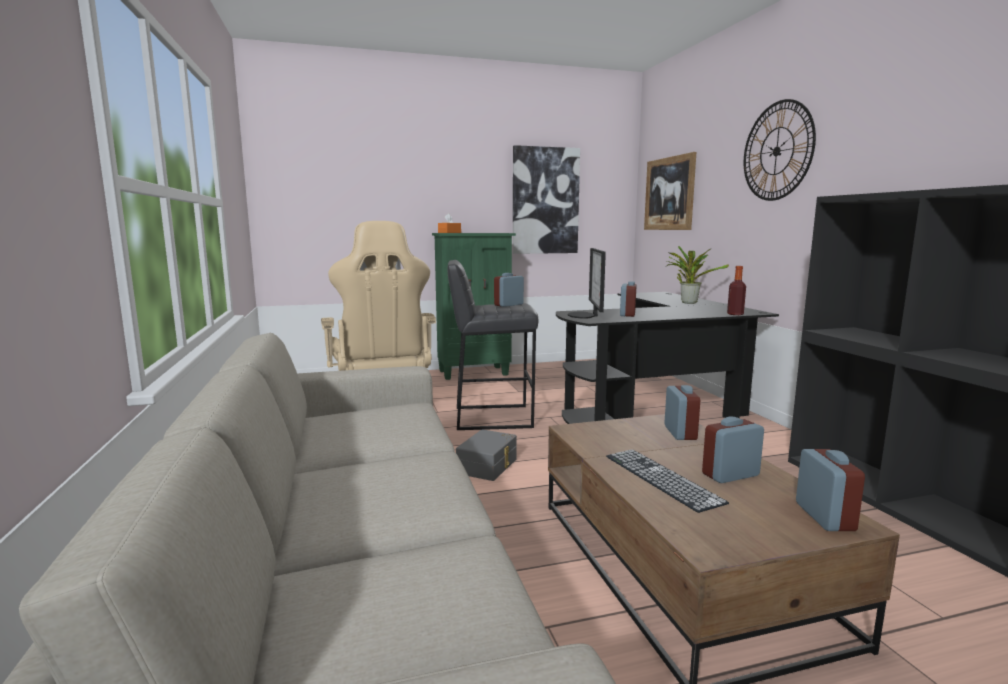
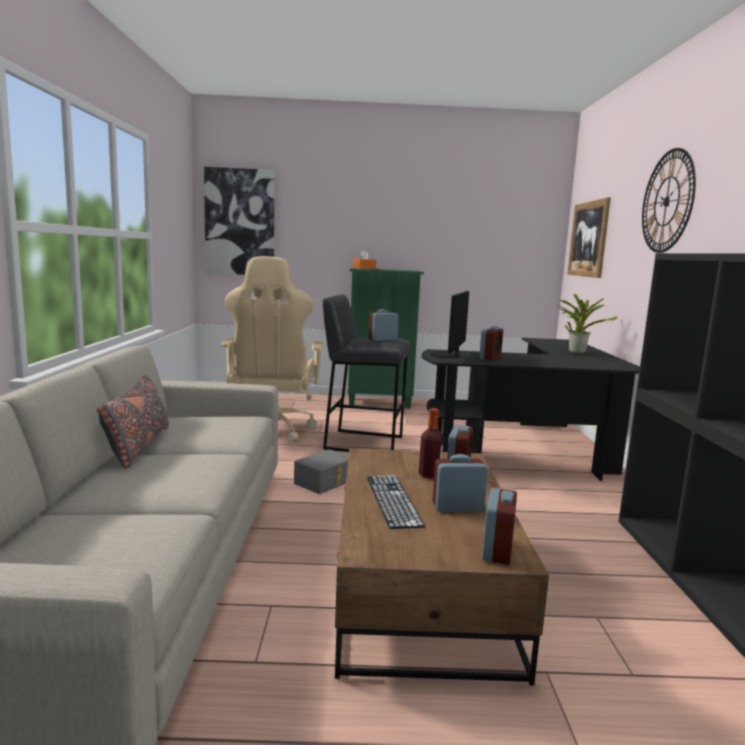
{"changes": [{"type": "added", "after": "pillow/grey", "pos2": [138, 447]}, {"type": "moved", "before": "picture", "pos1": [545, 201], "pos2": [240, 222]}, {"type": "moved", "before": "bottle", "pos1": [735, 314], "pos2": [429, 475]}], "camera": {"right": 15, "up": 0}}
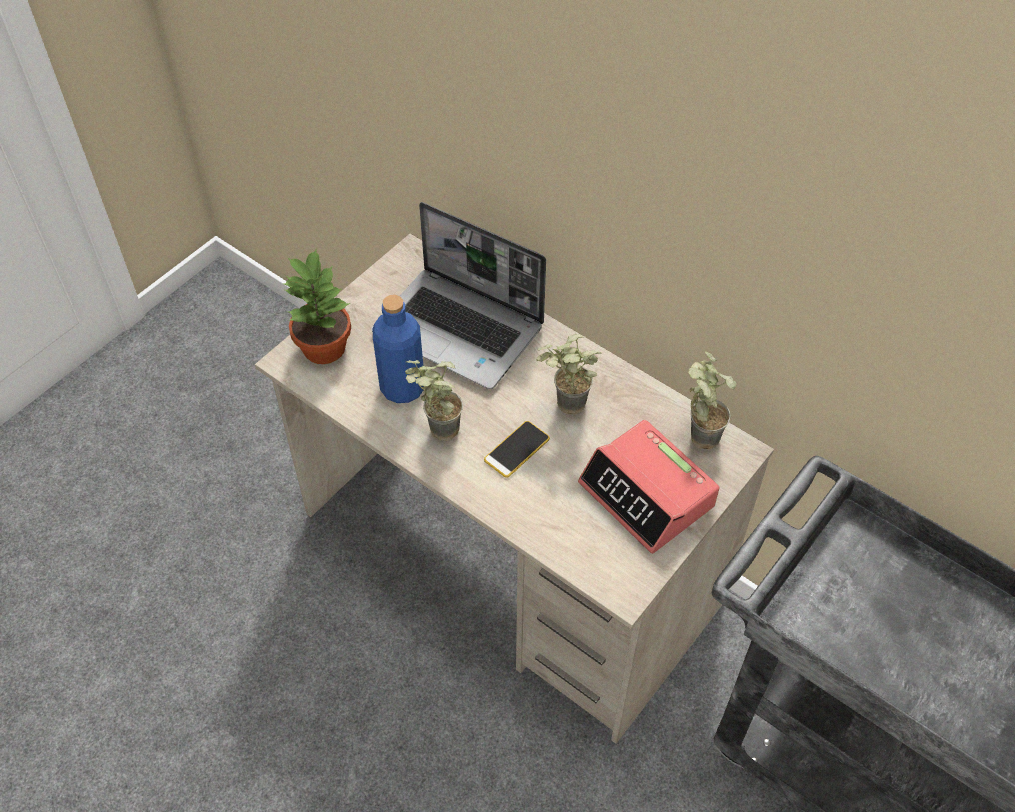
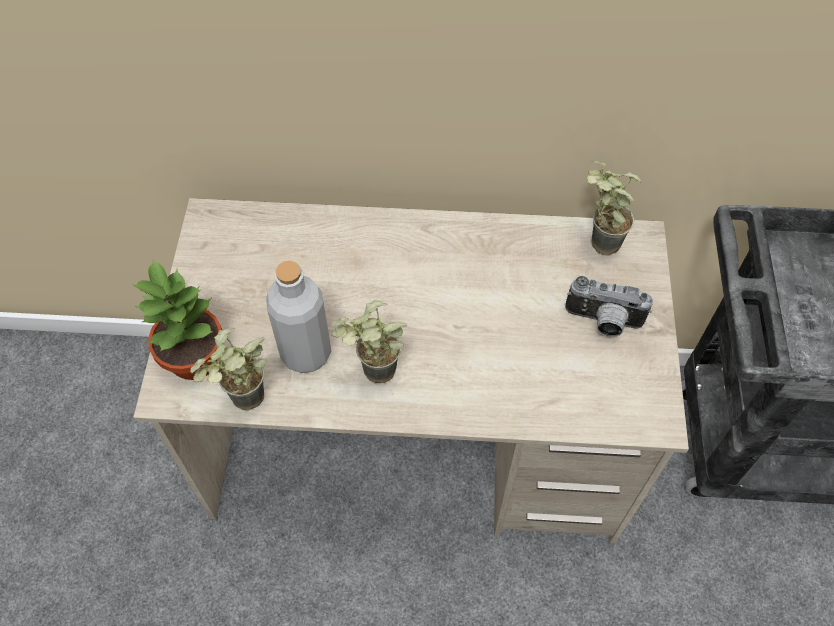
{"changes": [{"type": "moved", "before": "potted plant", "pos1": [564, 408], "pos2": [244, 405]}, {"type": "recoloured", "before": "bottle/blue", "after": "bottle/grey", "pos1": [402, 387], "pos2": [306, 352]}, {"type": "replaced", "before": "alarm clock", "after": "photo camera", "pos1": [647, 495], "pos2": [603, 322]}, {"type": "removed", "before": "laptop", "pos1": [461, 329]}, {"type": "removed", "before": "phone", "pos1": [517, 449]}], "camera": {"right": -35, "up": 5}}
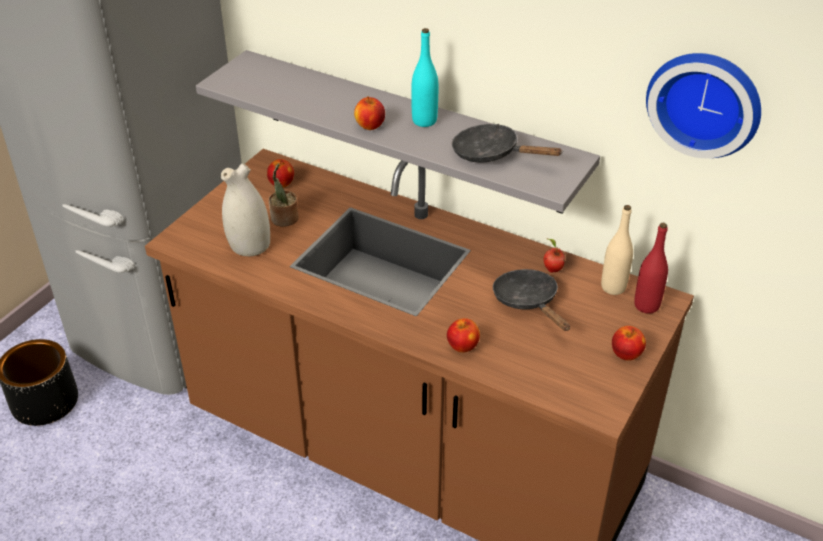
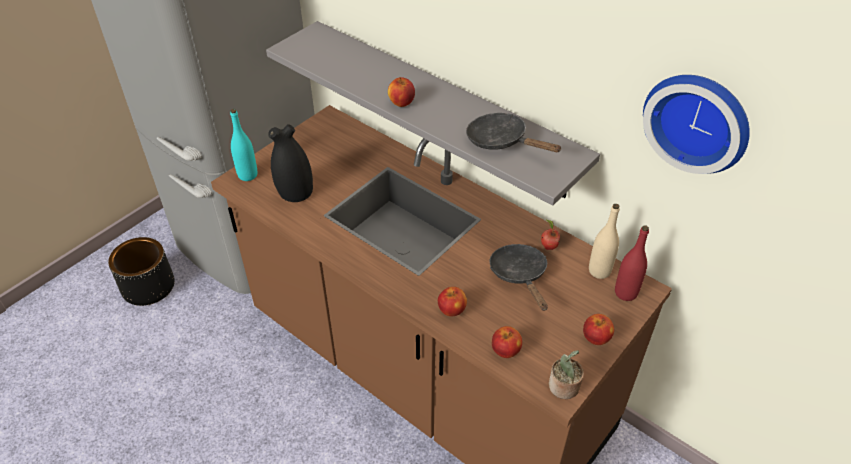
{"changes": [{"type": "moved", "before": "bottle/turquoise", "pos1": [424, 121], "pos2": [247, 175]}, {"type": "recoloured", "before": "vase/white", "after": "vase/black", "pos1": [249, 246], "pos2": [295, 192]}, {"type": "moved", "before": "apple", "pos1": [281, 184], "pos2": [505, 351]}, {"type": "moved", "before": "potted plant", "pos1": [284, 219], "pos2": [563, 388]}], "camera": {"right": 10, "up": 5}}
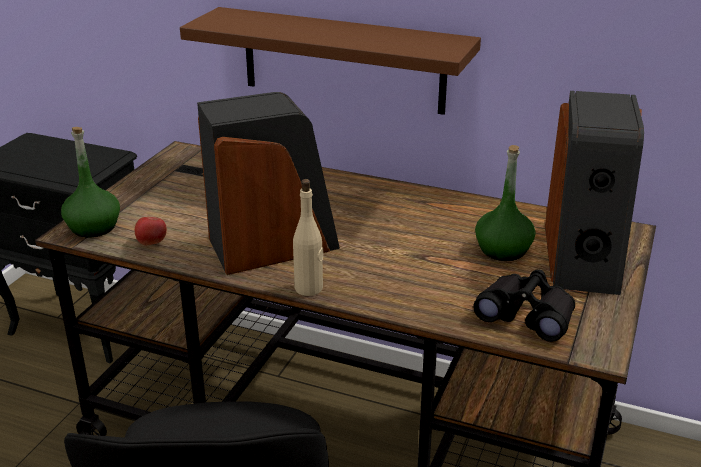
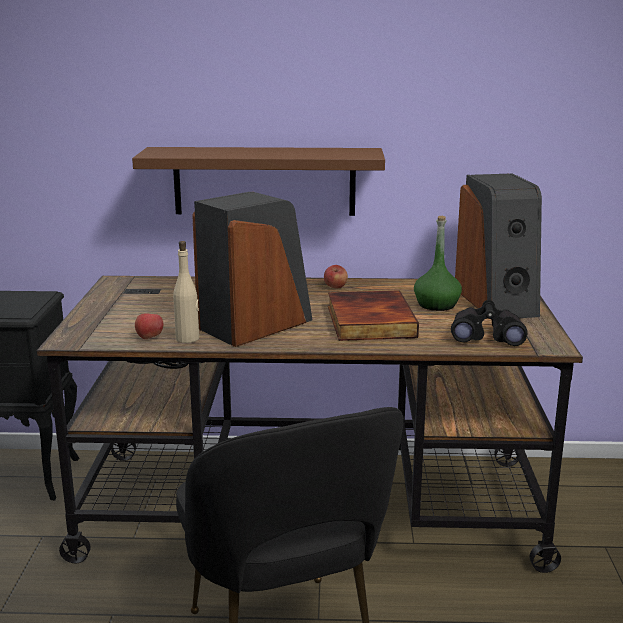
{"changes": [{"type": "moved", "before": "bottle/beige", "pos1": [309, 288], "pos2": [188, 339]}, {"type": "added", "after": "apple", "pos2": [335, 287]}, {"type": "added", "after": "book", "pos2": [368, 321]}, {"type": "removed", "before": "bottle/green", "pos1": [94, 227]}], "camera": {"right": -20, "up": -10}}
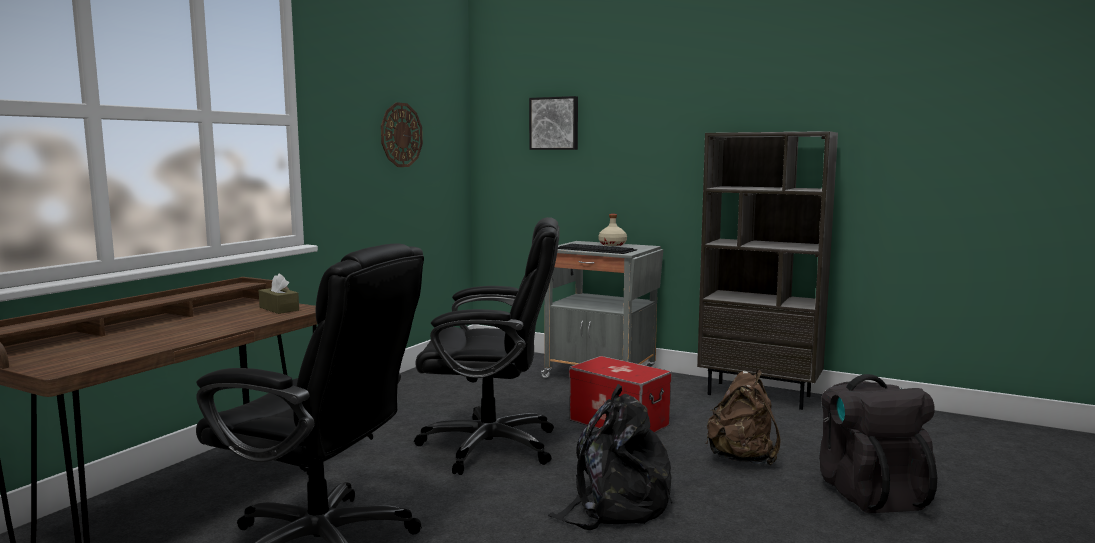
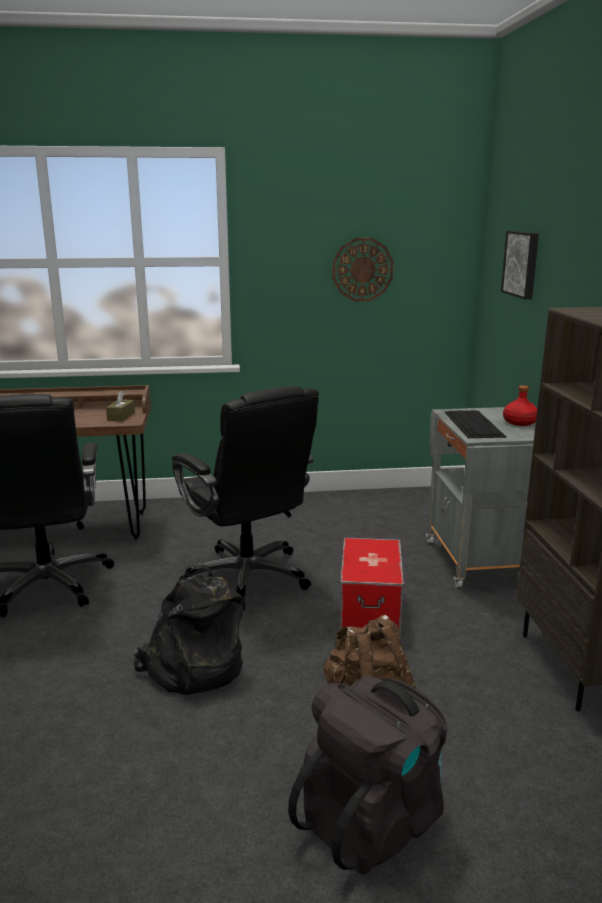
{"changes": [{"type": "recoloured", "before": "bottle/beige", "after": "bottle/red", "pos1": [612, 244], "pos2": [519, 422]}], "camera": {"right": 55, "up": 10}}
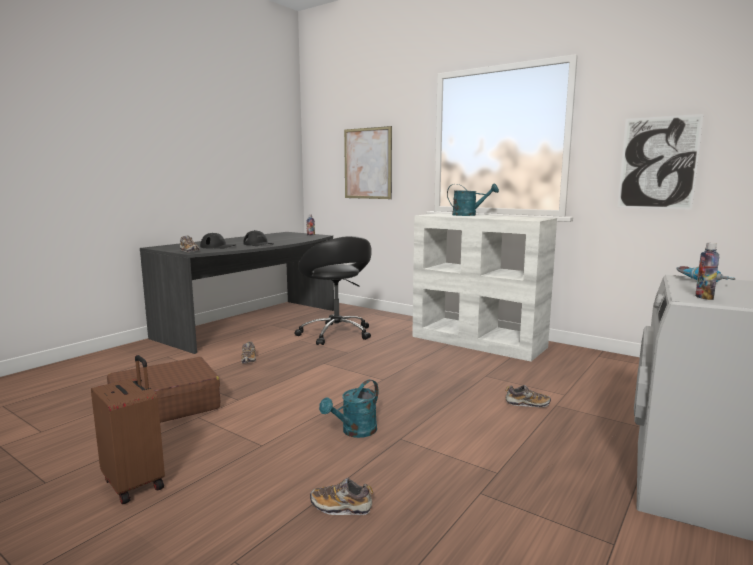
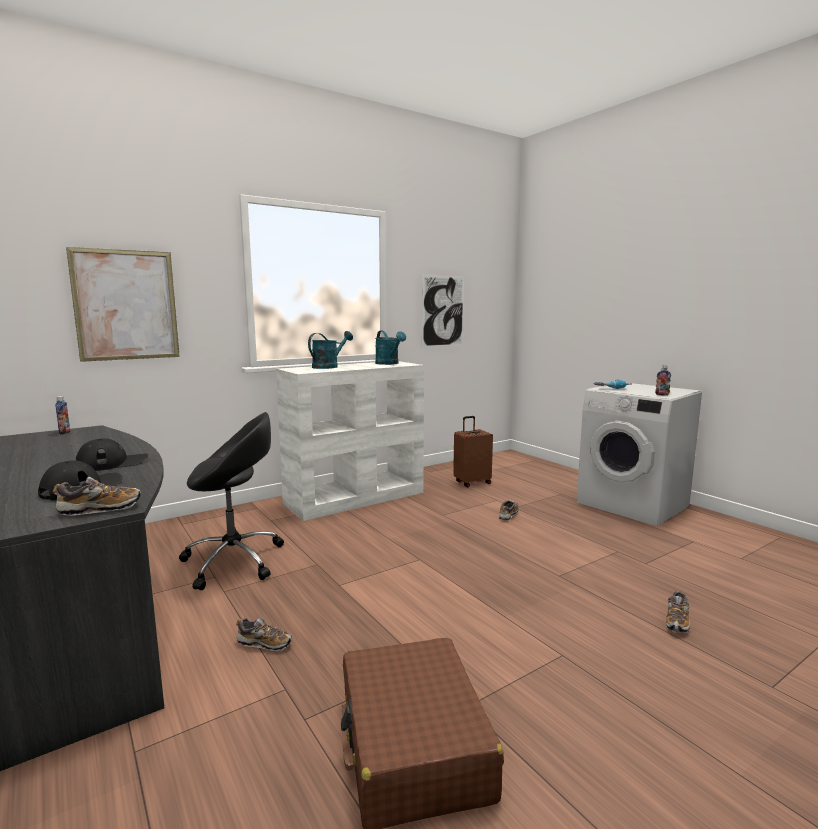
{"changes": [{"type": "moved", "before": "watering can/turquoise", "pos1": [355, 432], "pos2": [389, 363]}, {"type": "moved", "before": "suitcase/brown", "pos1": [135, 483], "pos2": [472, 482]}], "camera": {"right": -70, "up": 0}}
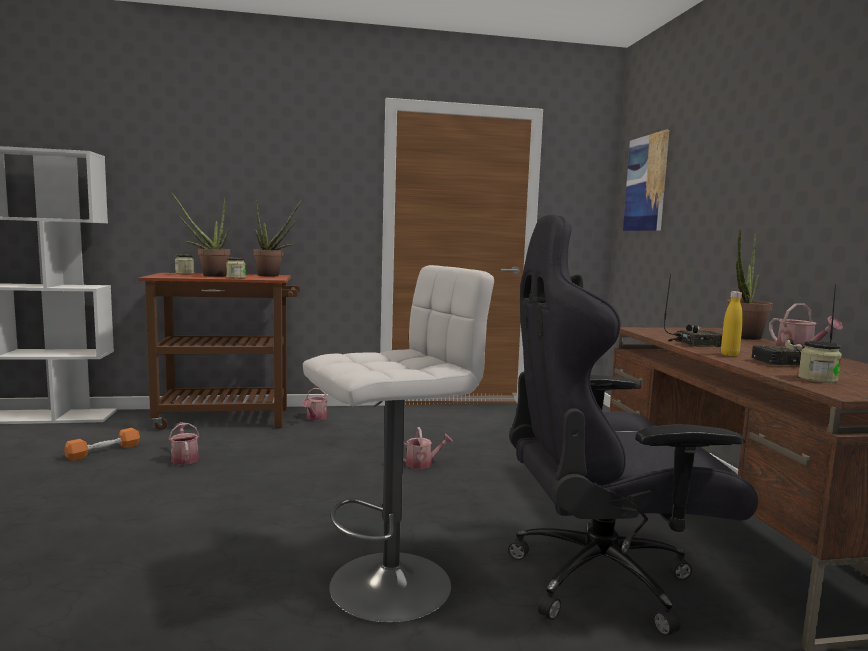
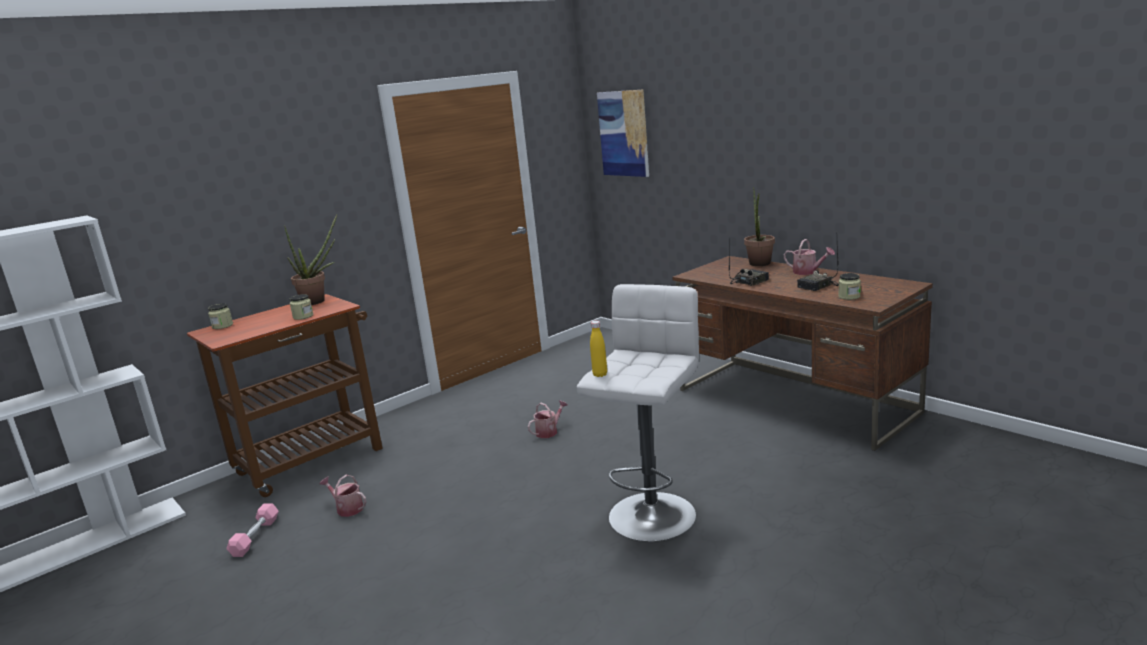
{"changes": [{"type": "recoloured", "before": "dumbbell/orange", "after": "dumbbell/pink", "pos1": [103, 451], "pos2": [255, 537]}, {"type": "moved", "before": "bottle/yellow", "pos1": [729, 355], "pos2": [600, 374]}, {"type": "removed", "before": "potted plant", "pos1": [209, 276]}, {"type": "removed", "before": "watering can", "pos1": [315, 418]}, {"type": "removed", "before": "office chair/black", "pos1": [610, 579]}], "camera": {"right": -30, "up": 10}}
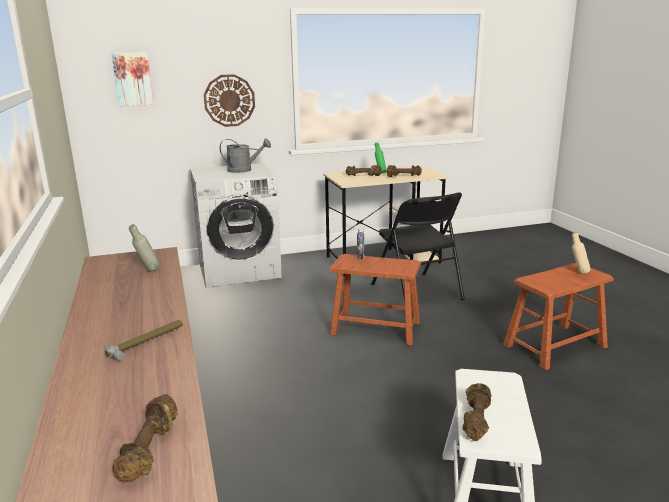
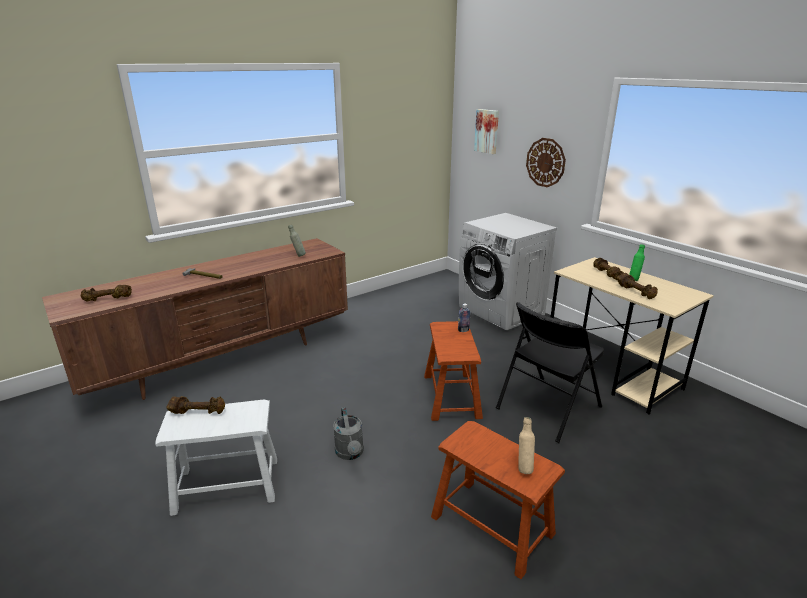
{"changes": [{"type": "moved", "before": "watering can/grey", "pos1": [244, 170], "pos2": [350, 453]}], "camera": {"right": 70, "up": 5}}
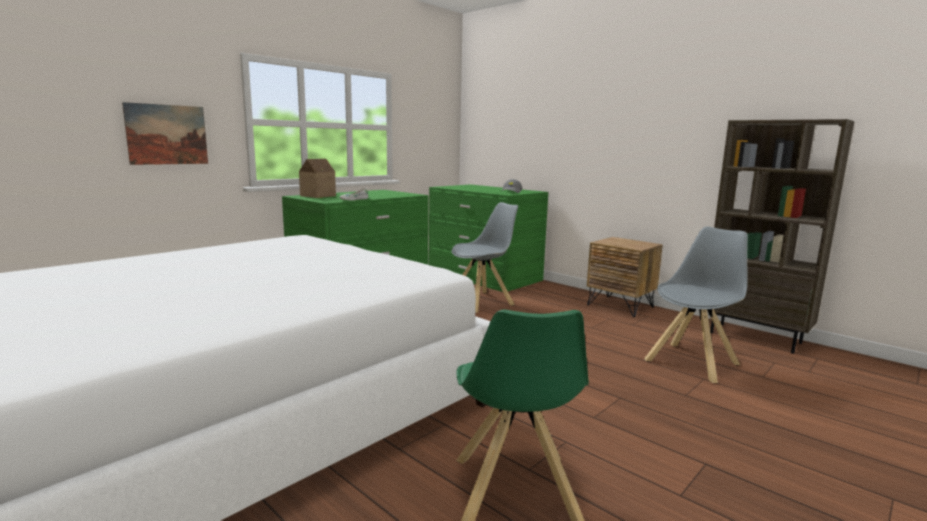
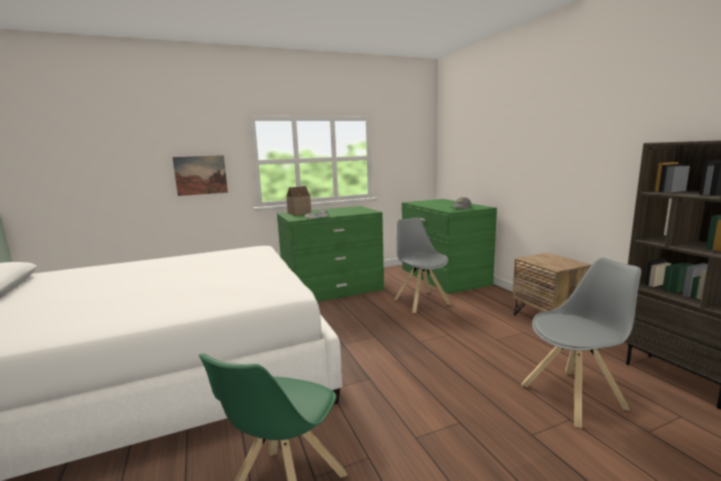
{"changes": [{"type": "turned", "before": "chair/grey", "pos1": [482, 301], "pos2": [420, 301], "turn": -105}], "camera": {"right": 25, "up": 0}}
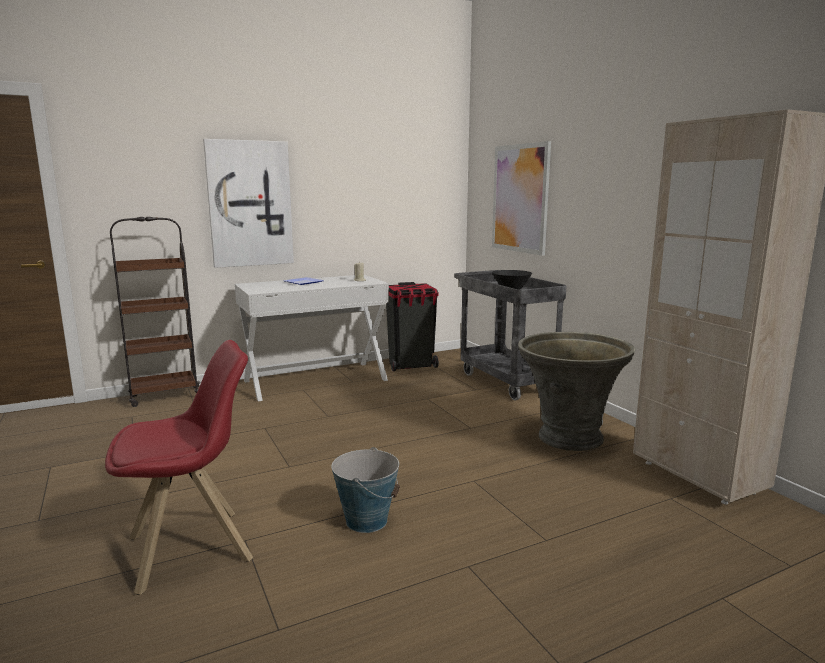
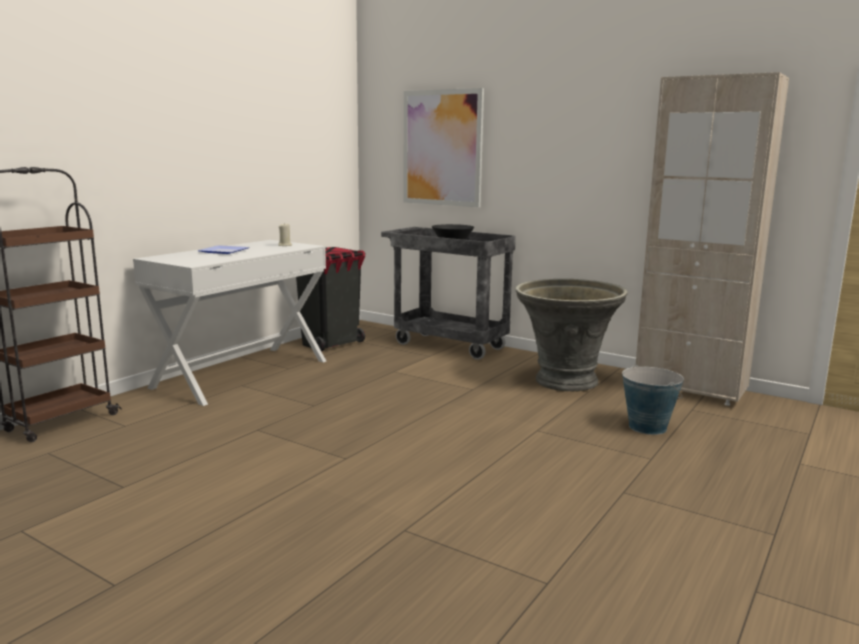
{"changes": [{"type": "moved", "before": "bucket", "pos1": [366, 520], "pos2": [647, 427]}, {"type": "removed", "before": "chair/red", "pos1": [191, 549]}, {"type": "removed", "before": "picture", "pos1": [250, 204]}], "camera": {"right": -30, "up": 0}}
